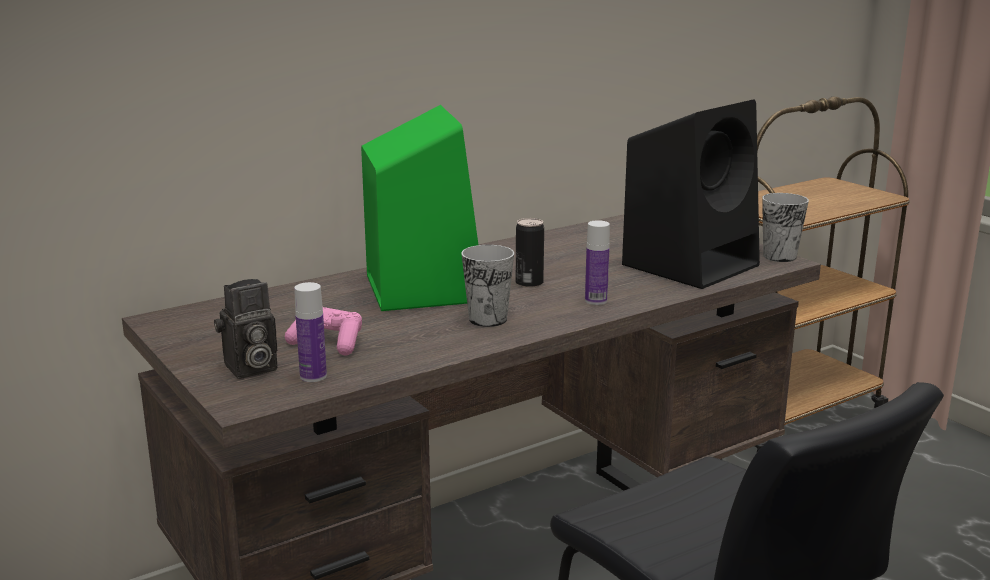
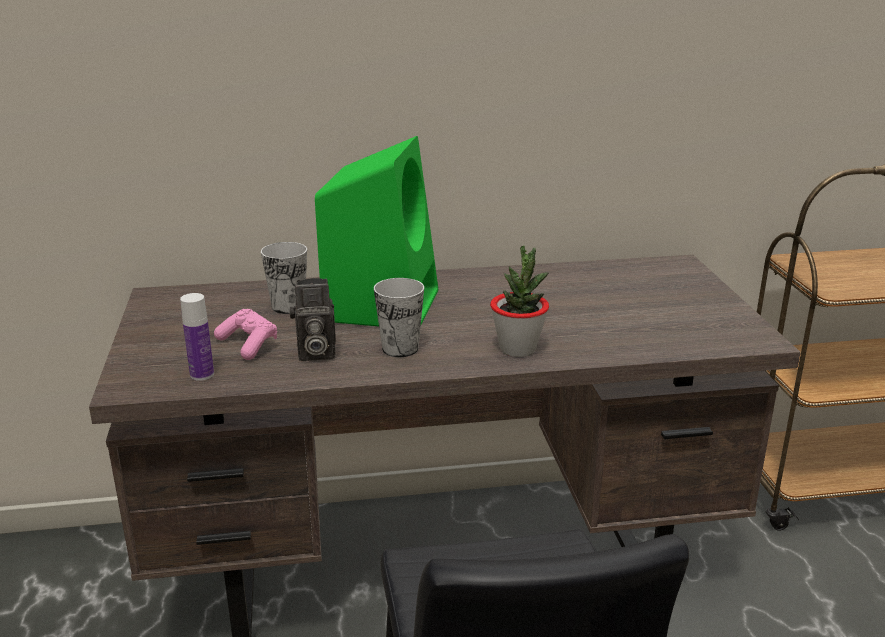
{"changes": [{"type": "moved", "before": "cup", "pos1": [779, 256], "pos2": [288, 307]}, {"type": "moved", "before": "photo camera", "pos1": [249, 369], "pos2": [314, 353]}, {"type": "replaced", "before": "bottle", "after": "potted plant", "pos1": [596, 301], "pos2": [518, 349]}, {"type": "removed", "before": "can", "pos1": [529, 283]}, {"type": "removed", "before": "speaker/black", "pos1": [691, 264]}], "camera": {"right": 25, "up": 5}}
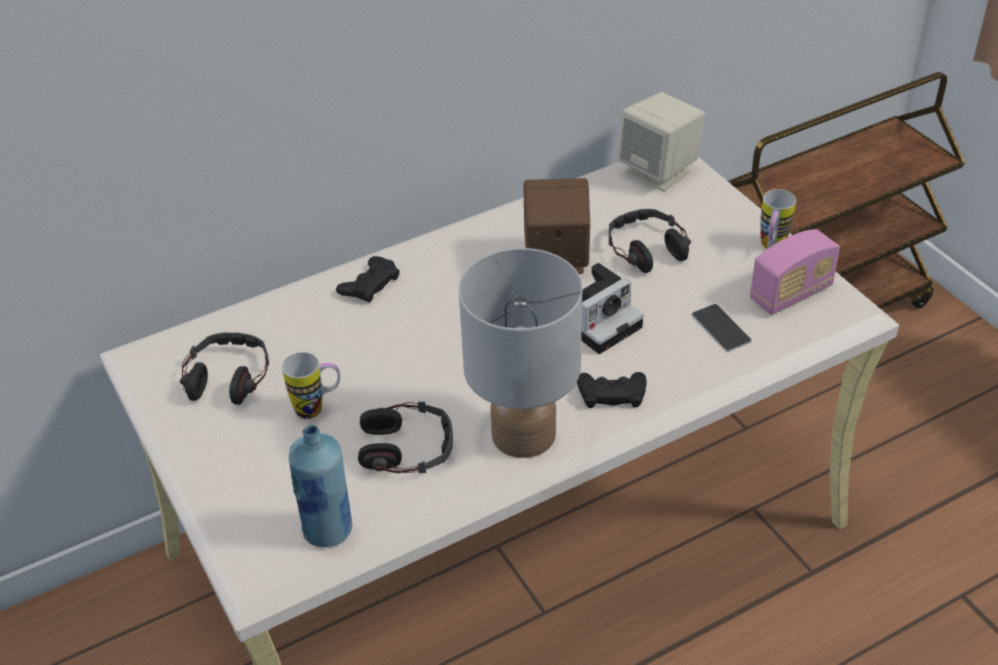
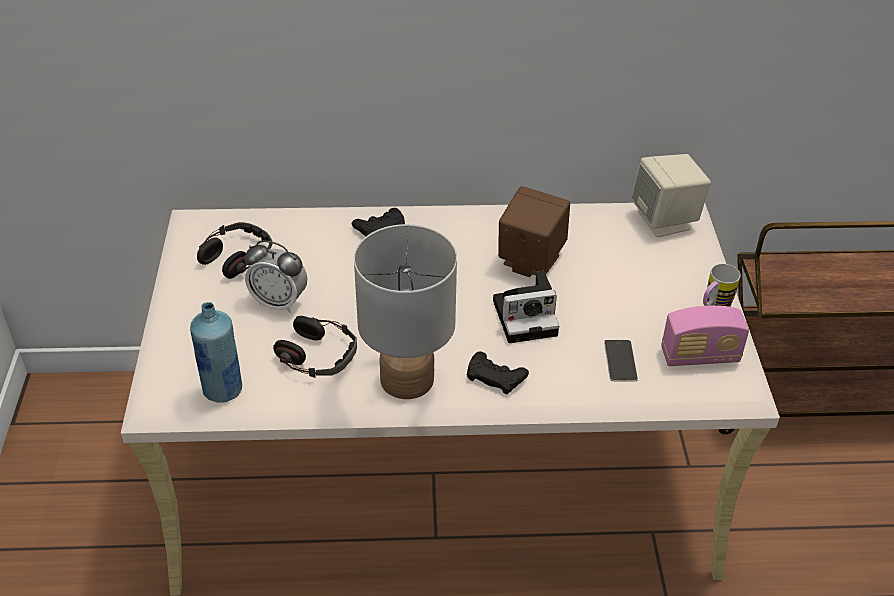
{"changes": [{"type": "replaced", "before": "mug", "after": "alarm clock", "pos1": [318, 408], "pos2": [279, 302]}, {"type": "removed", "before": "headphones", "pos1": [646, 248]}], "camera": {"right": 25, "up": 0}}
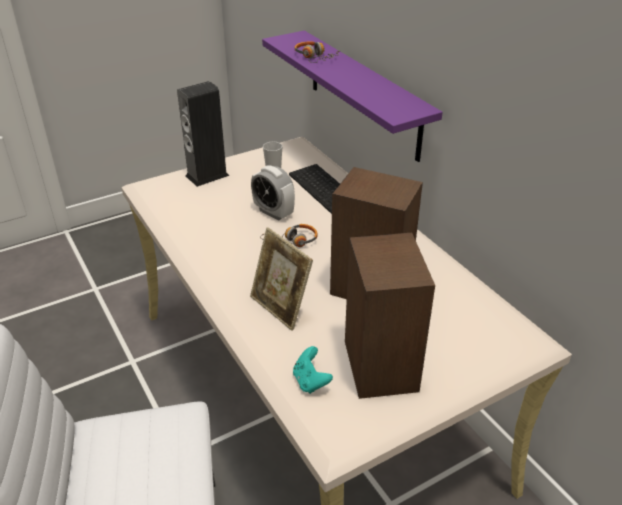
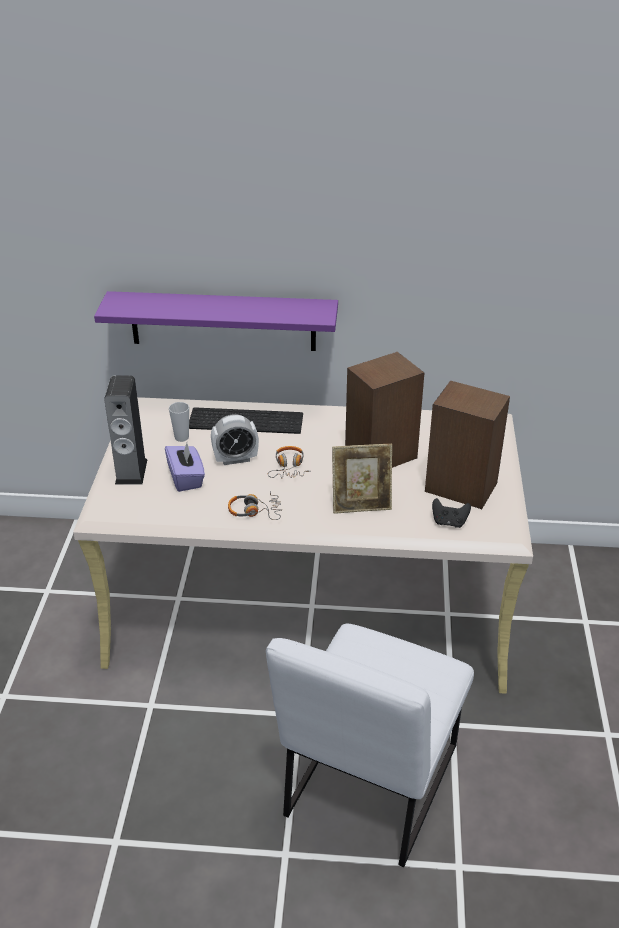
{"changes": [{"type": "added", "after": "tissue box/purple", "pos2": [186, 478]}, {"type": "moved", "before": "headphones", "pos1": [314, 57], "pos2": [255, 511]}, {"type": "recoloured", "before": "game controller/turquoise", "after": "game controller/black", "pos1": [310, 381], "pos2": [449, 522]}], "camera": {"right": -55, "up": 0}}
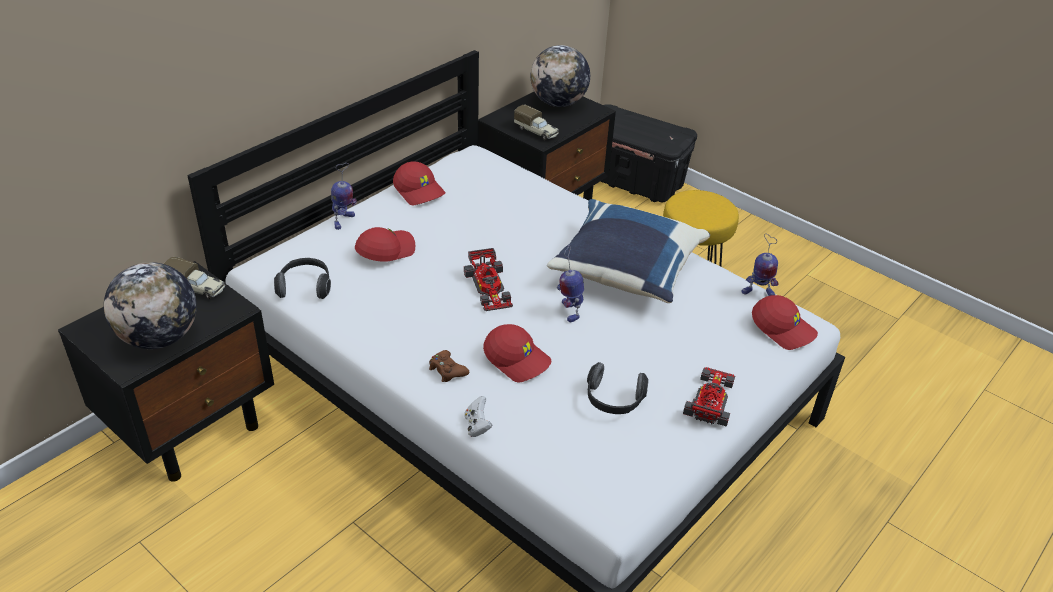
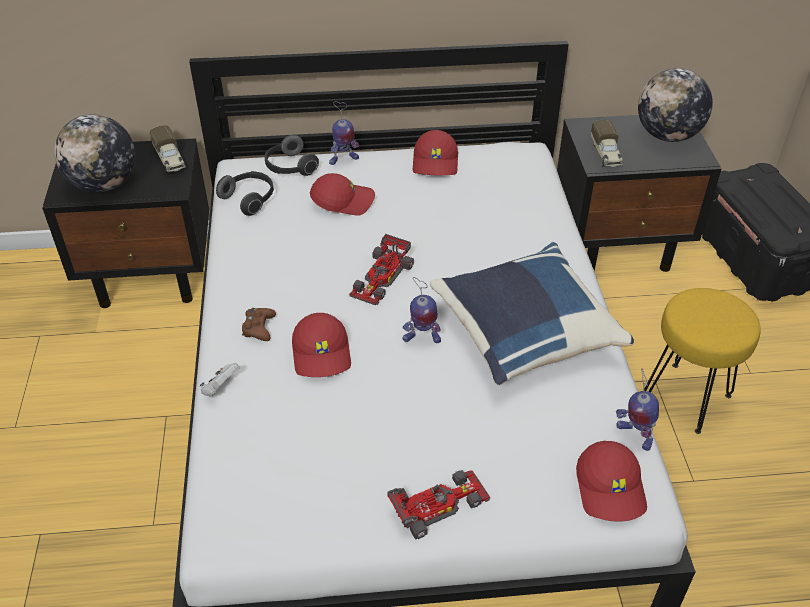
{"changes": [{"type": "moved", "before": "headphones", "pos1": [613, 401], "pos2": [290, 168]}, {"type": "turned", "before": "toy robot", "pos1": [569, 311], "pos2": [421, 338], "turn": -120}], "camera": {"right": 45, "up": 5}}
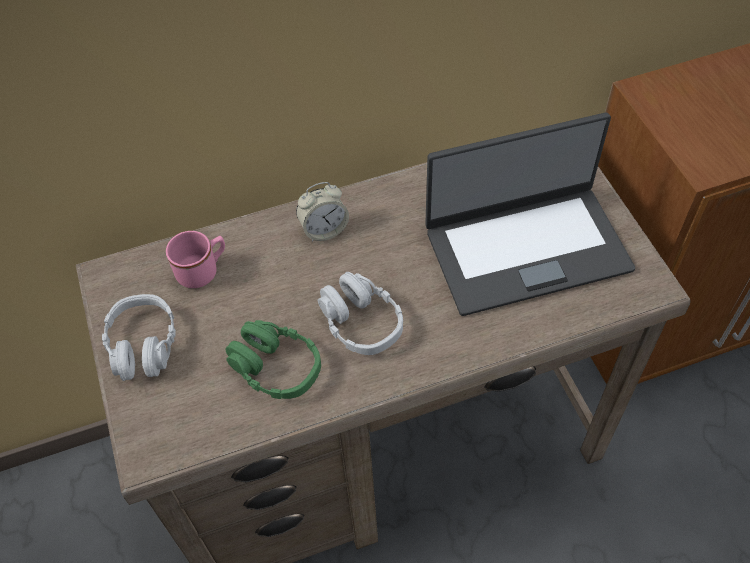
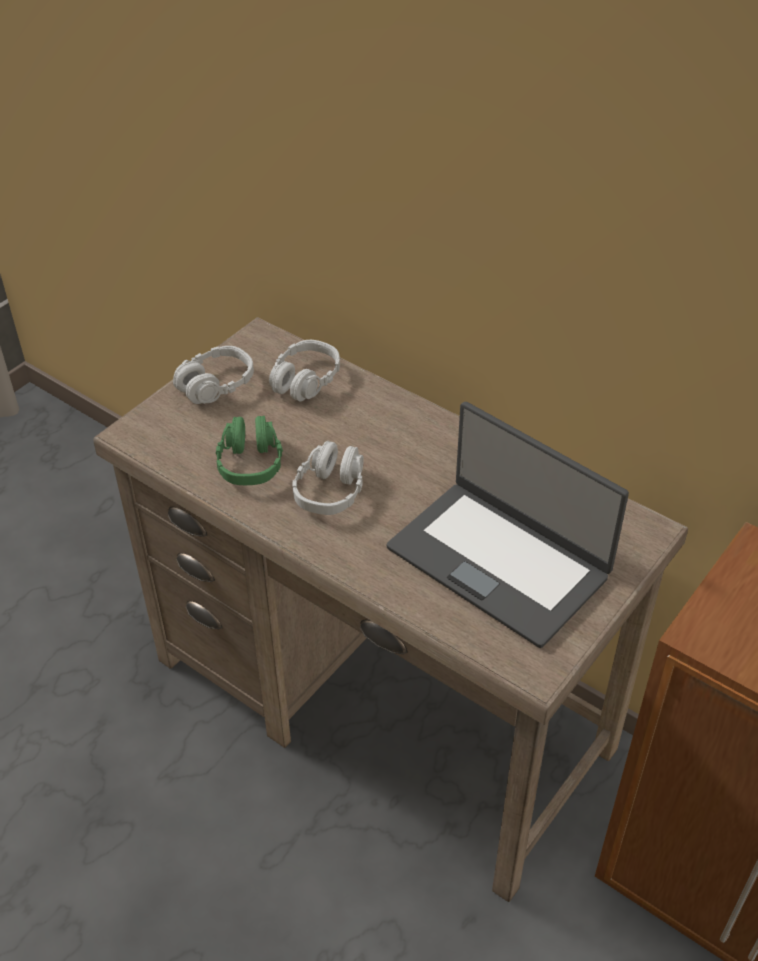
{"changes": [{"type": "replaced", "before": "mug/pink", "after": "headphones/grey", "pos1": [203, 270], "pos2": [305, 380]}, {"type": "removed", "before": "alarm clock", "pos1": [324, 230]}], "camera": {"right": 55, "up": -10}}
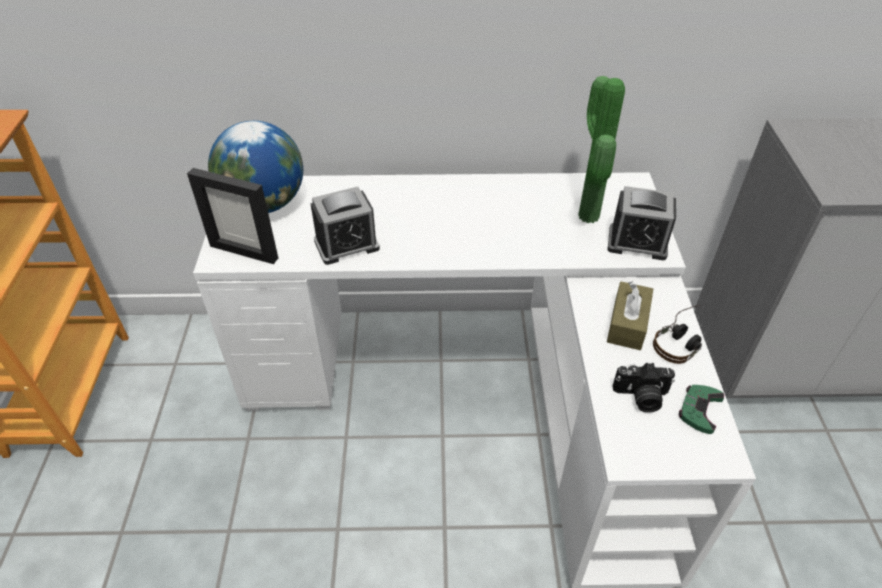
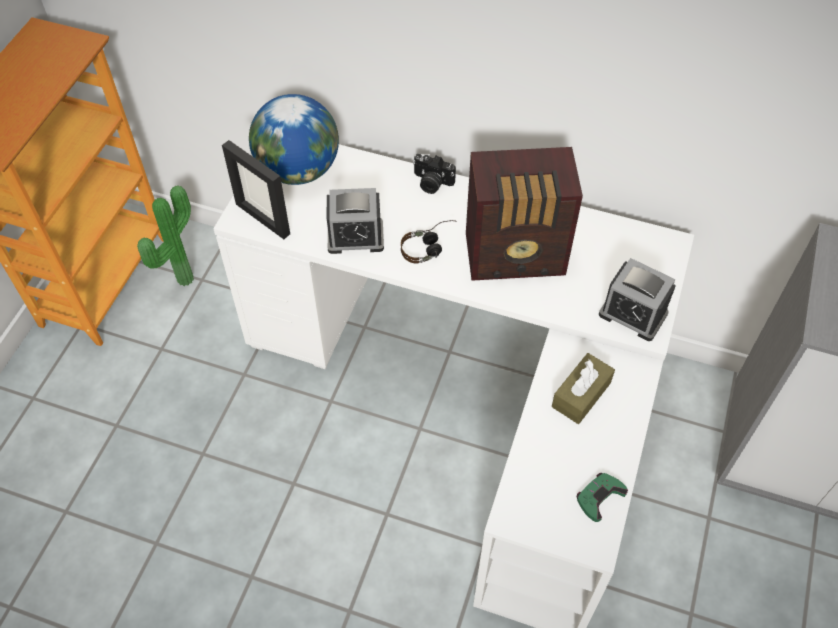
{"changes": [{"type": "moved", "before": "potted plant", "pos1": [584, 216], "pos2": [182, 278]}, {"type": "moved", "before": "headphones", "pos1": [681, 341], "pos2": [430, 247]}, {"type": "moved", "before": "photo camera", "pos1": [641, 397], "pos2": [431, 183]}, {"type": "added", "after": "radio", "pos2": [517, 256]}], "camera": {"right": 20, "up": 10}}
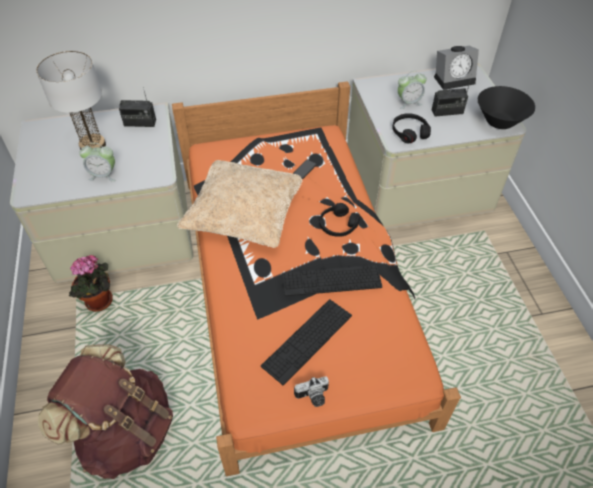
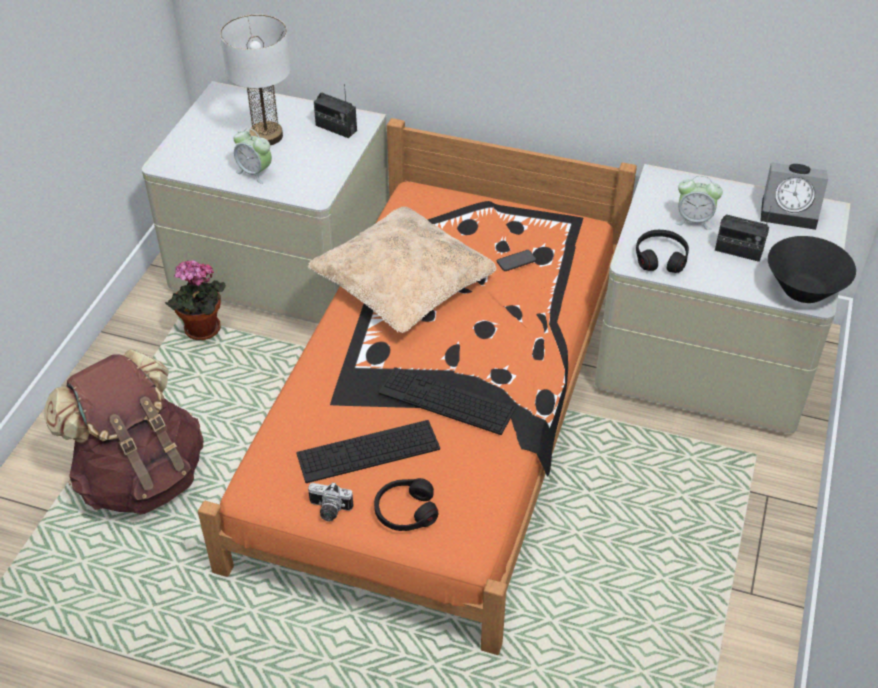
{"changes": [{"type": "moved", "before": "headphones/black", "pos1": [338, 225], "pos2": [405, 511]}], "camera": {"right": 30, "up": -5}}
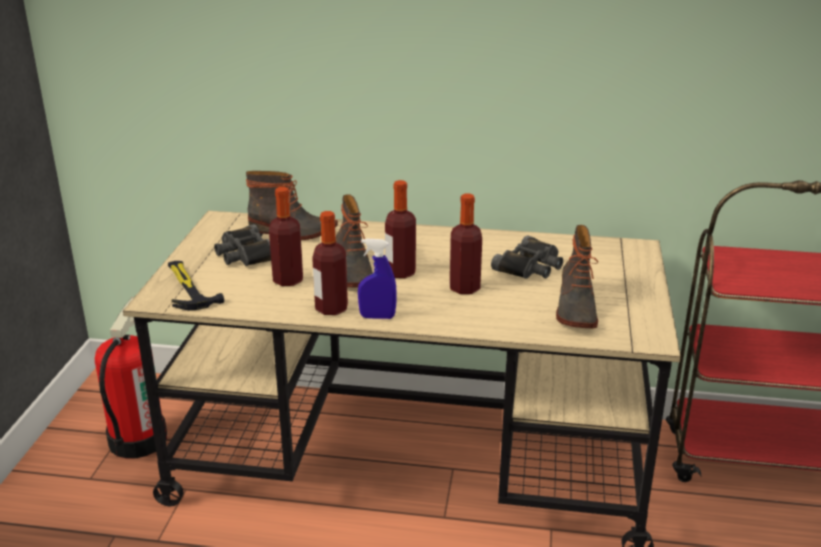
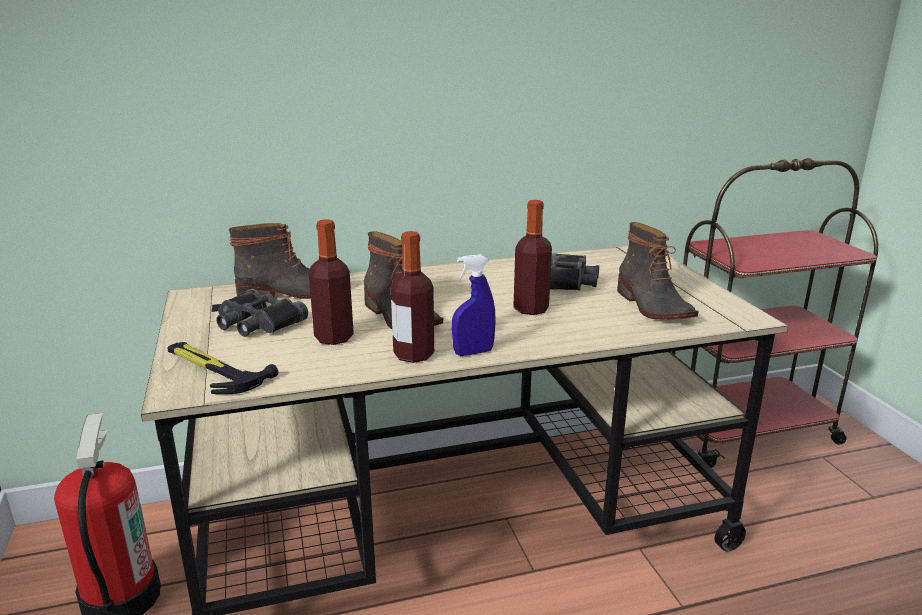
{"changes": [{"type": "removed", "before": "bottle", "pos1": [400, 272]}], "camera": {"right": -25, "up": -5}}
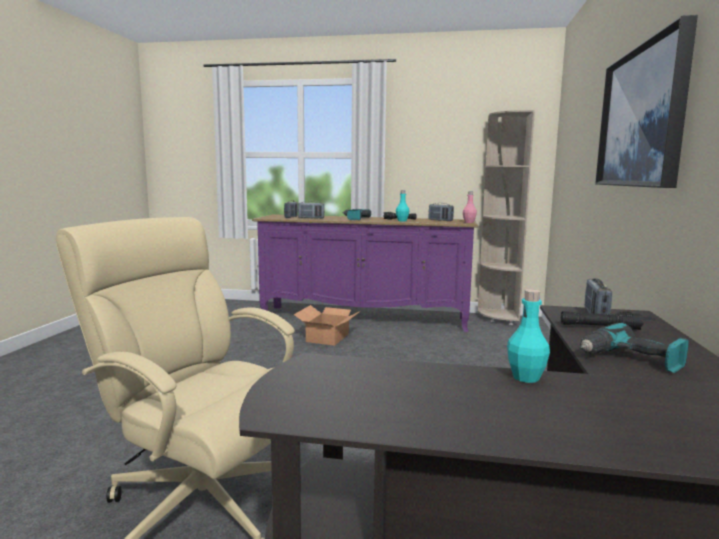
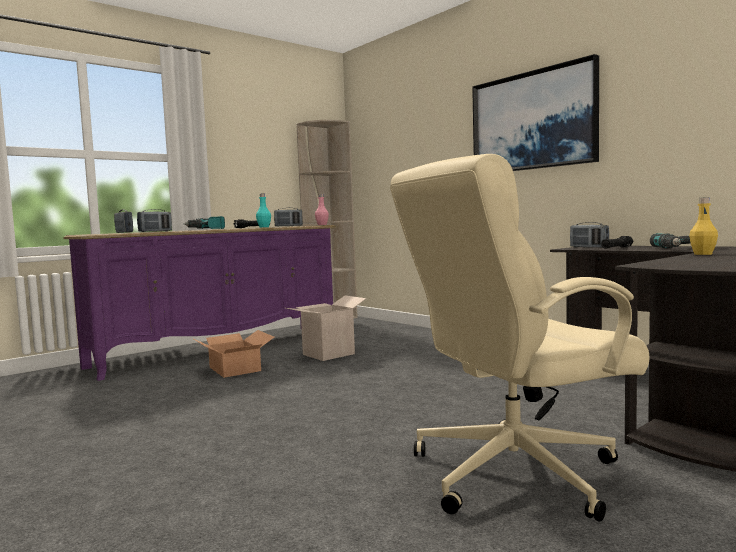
{"changes": [{"type": "added", "after": "cardboard box", "pos2": [328, 354]}, {"type": "recoloured", "before": "bottle/turquoise", "after": "bottle/yellow", "pos1": [525, 377], "pos2": [703, 254]}], "camera": {"right": -50, "up": -5}}
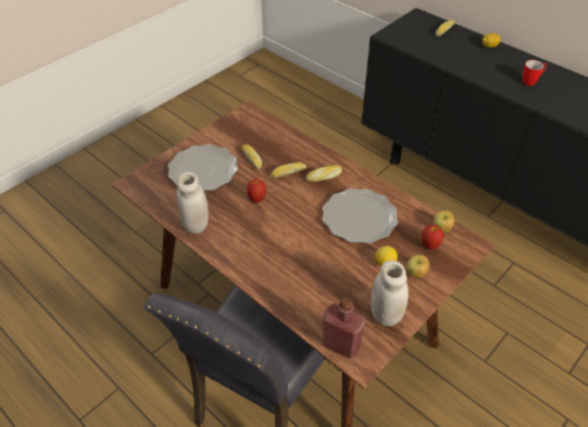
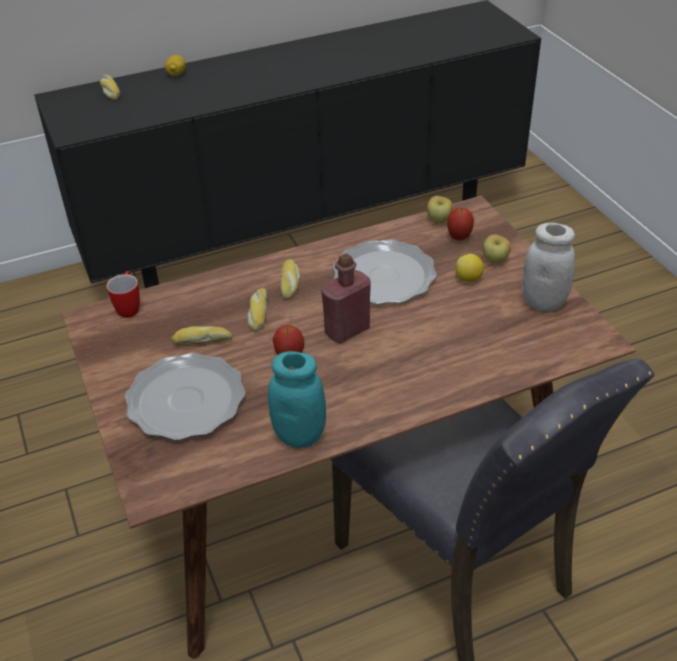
{"changes": [{"type": "moved", "before": "mug", "pos1": [531, 82], "pos2": [129, 307]}, {"type": "recoloured", "before": "jar/white", "after": "jar/turquoise", "pos1": [196, 225], "pos2": [299, 435]}, {"type": "moved", "before": "bottle/red", "pos1": [341, 344], "pos2": [347, 330]}], "camera": {"right": -65, "up": -5}}
